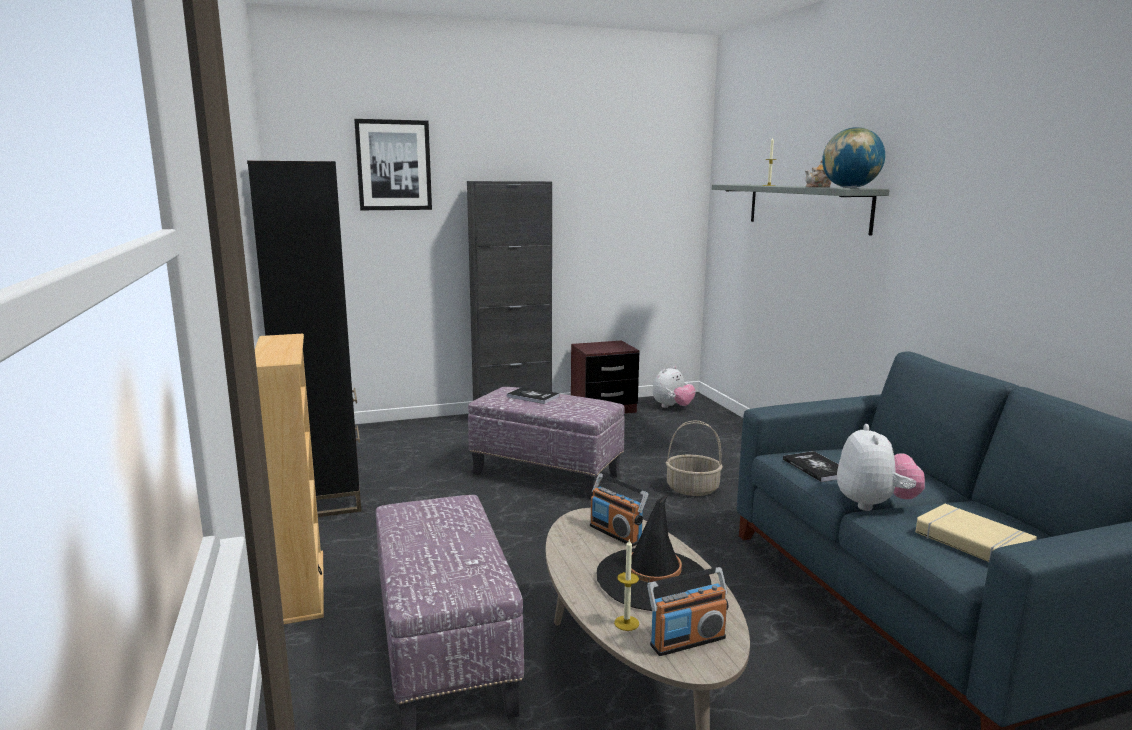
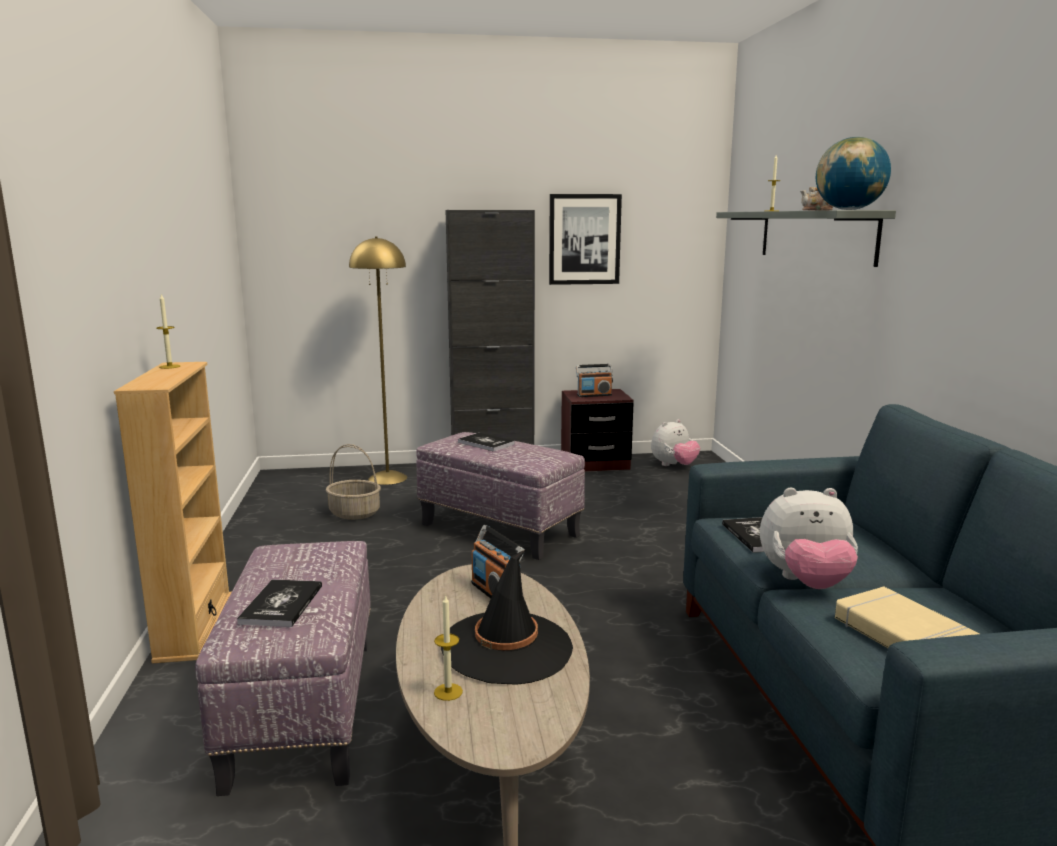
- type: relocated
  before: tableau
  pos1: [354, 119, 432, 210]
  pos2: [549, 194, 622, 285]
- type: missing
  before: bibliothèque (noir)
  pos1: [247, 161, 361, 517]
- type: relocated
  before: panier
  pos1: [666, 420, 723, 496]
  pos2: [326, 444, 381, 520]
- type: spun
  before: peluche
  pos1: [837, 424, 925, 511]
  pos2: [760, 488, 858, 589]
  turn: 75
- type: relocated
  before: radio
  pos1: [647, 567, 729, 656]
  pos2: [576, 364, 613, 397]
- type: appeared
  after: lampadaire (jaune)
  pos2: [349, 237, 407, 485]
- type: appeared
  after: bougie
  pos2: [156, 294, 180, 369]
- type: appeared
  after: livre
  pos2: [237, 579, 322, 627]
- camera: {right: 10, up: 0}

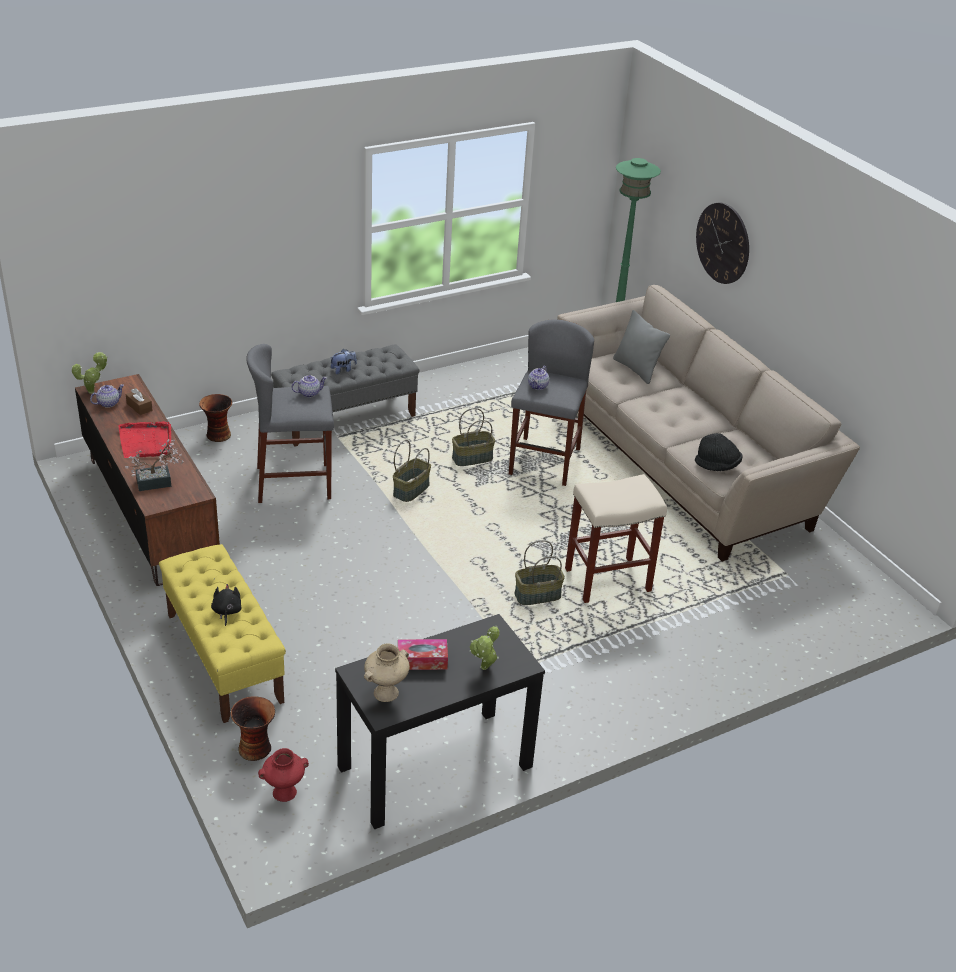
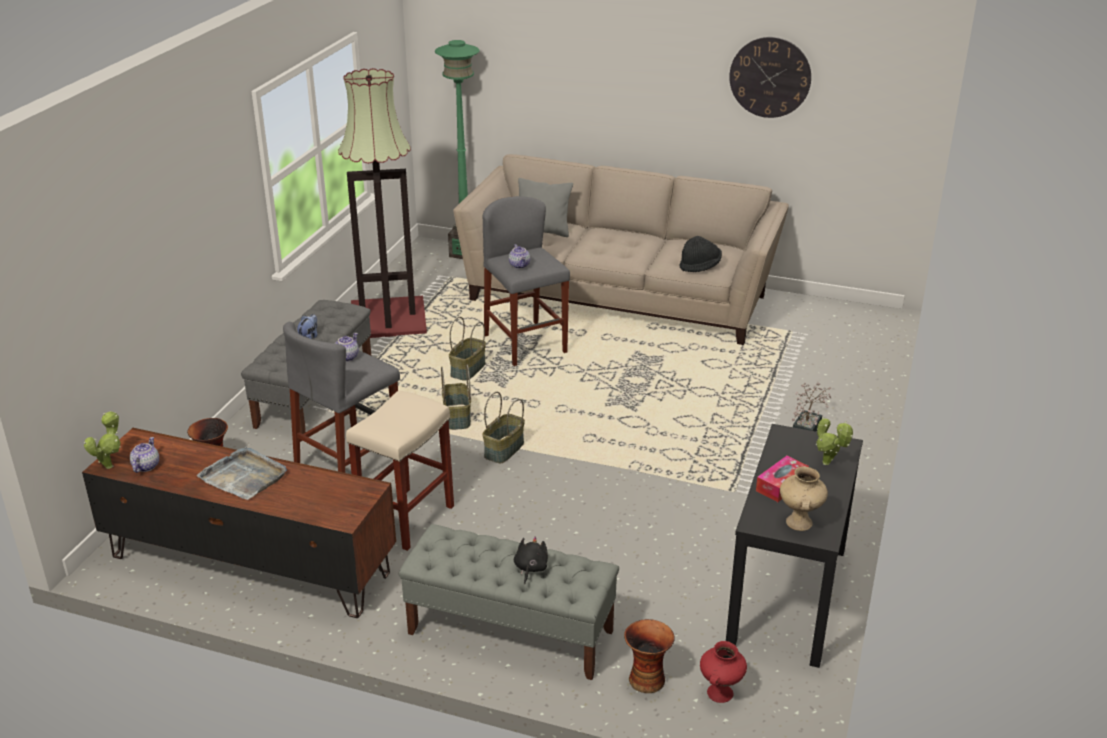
- type: relocated
  before: horloge murale
  pos1: [696, 203, 749, 284]
  pos2: [729, 37, 811, 118]
- type: missing
  before: boîte à mouchoirs (marron)
  pos1: [126, 388, 153, 415]
- type: colour
  before: plateau (rouge)
  after: plateau (gris)
  pos1: [118, 421, 171, 458]
  pos2: [197, 446, 287, 500]
- type: relocated
  before: plante en pot
  pos1: [125, 439, 184, 491]
  pos2: [792, 383, 832, 432]
- type: relocated
  before: tabouret (beige)
  pos1: [565, 474, 667, 603]
  pos2: [346, 390, 454, 551]
- type: relocated
  before: panier
  pos1: [514, 540, 565, 605]
  pos2: [482, 392, 525, 464]
- type: colour
  before: banc (jaune)
  after: banc (gris)
  pos1: [159, 544, 286, 723]
  pos2: [399, 524, 619, 680]
- type: spun
  before: peluche (noir)
  pos1: [211, 584, 242, 626]
  pos2: [514, 536, 548, 584]
  turn: 60
- type: appeared
  after: lampadaire
  pos2: [338, 68, 427, 338]
- camera: {right: -40, up: -5}

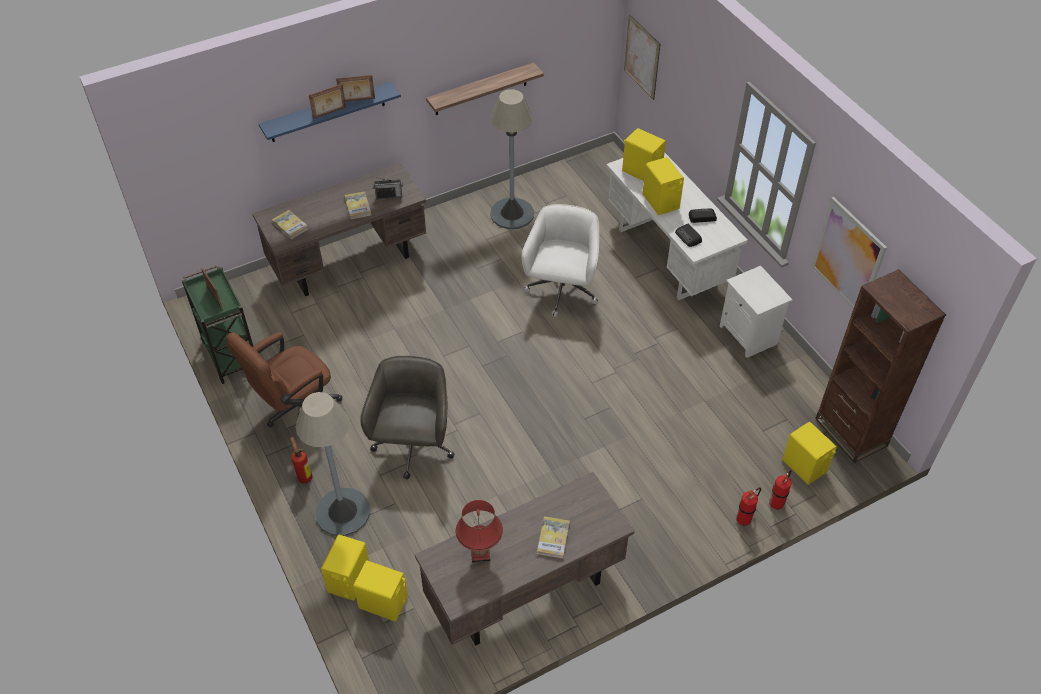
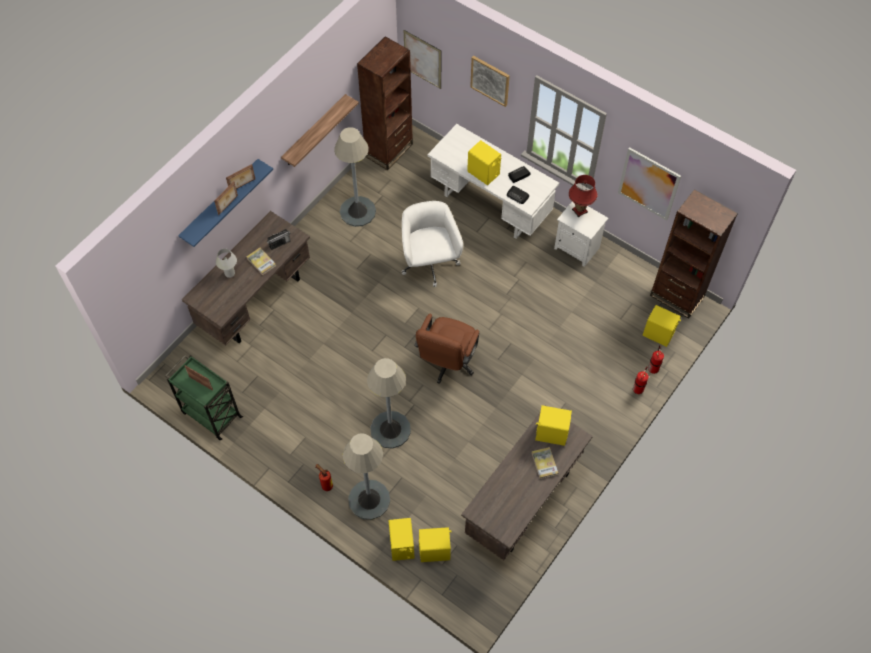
- type: relocated
  before: enceinte (jaune)
  pos1: [622, 128, 666, 181]
  pos2: [535, 405, 572, 446]
- type: missing
  before: livre
  pos1: [272, 210, 308, 239]
- type: relocated
  before: chaise de bureau (marron)
  pos1: [226, 332, 342, 428]
  pos2: [414, 313, 480, 384]
- type: exchanged
  before: chaise de bureau (gris)
  after: lampadaire (gris)
  pos1: [360, 356, 454, 479]
  pos2: [367, 358, 411, 449]
- type: relocated
  before: lampe de table (rouge)
  pos1: [456, 500, 503, 563]
  pos2: [569, 175, 597, 217]
- type: appeared
  after: bibliothèque (marron)
  pos2: [357, 36, 413, 170]
- type: appeared
  after: tableau
  pos2: [470, 56, 510, 107]
- type: appeared
  after: lampe de table (blanc)
  pos2: [216, 248, 237, 278]
- camera: {right: -25, up: 10}

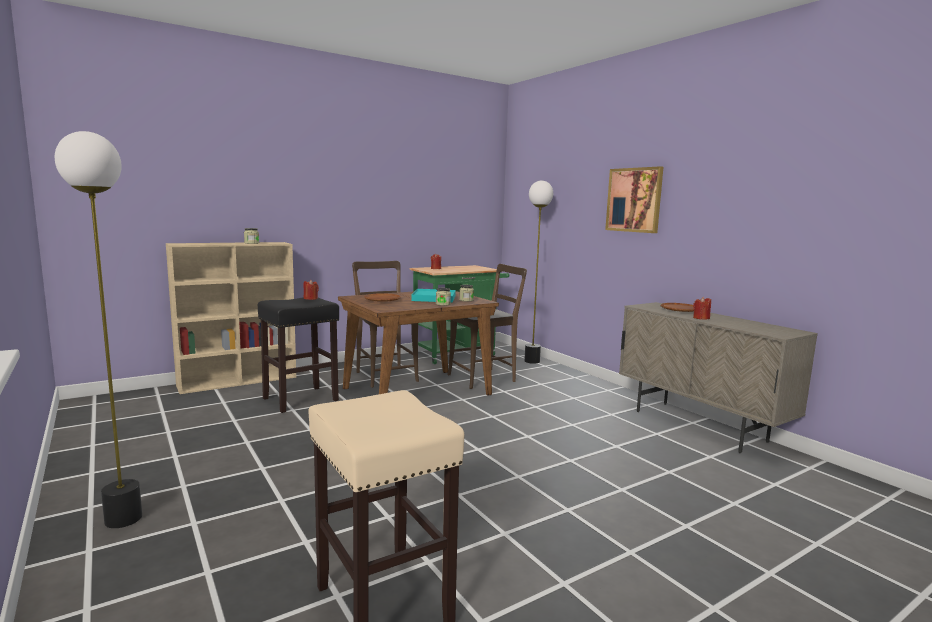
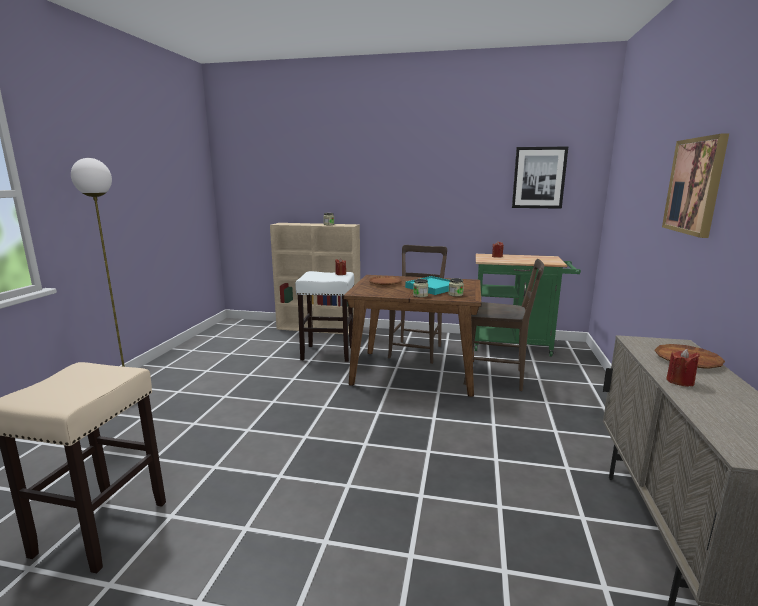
- type: missing
  before: lampadaire
  pos1: [524, 180, 553, 364]
- type: colour
  before: tabouret (noir)
  after: tabouret (blanc)
  pos1: [258, 297, 339, 413]
  pos2: [295, 271, 354, 362]
- type: appeared
  after: tableau
  pos2: [512, 146, 568, 209]
- camera: {right: 45, up: 5}

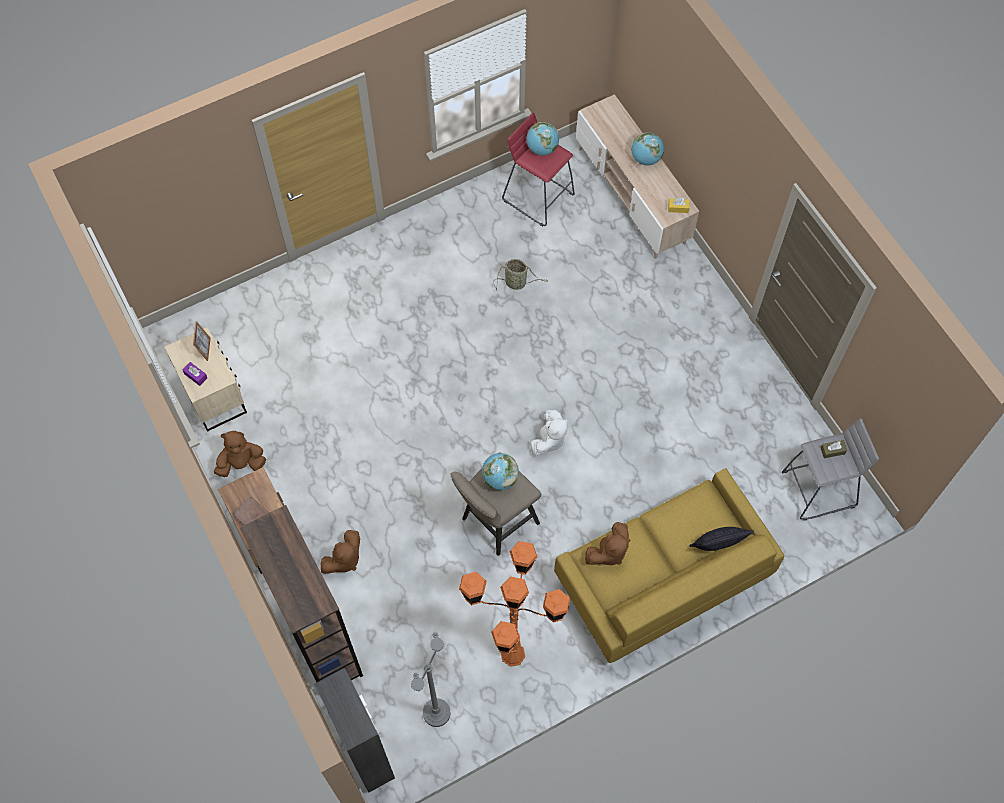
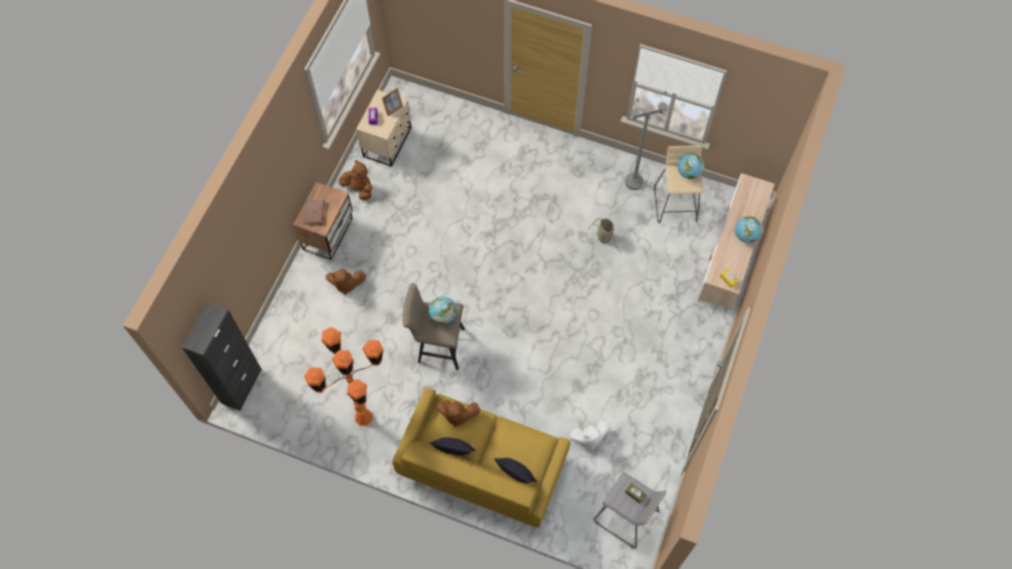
- type: colour
  before: tabouret (rouge)
  after: tabouret (beige)
  pos1: [502, 113, 575, 226]
  pos2: [654, 145, 703, 223]
- type: relocated
  before: peluche (blanc)
  pos1: [530, 410, 568, 456]
  pos2: [569, 420, 610, 450]
- type: missing
  before: bibliothèque (marron)
  pos1: [240, 505, 363, 683]
- type: relocated
  before: lampadaire (gris)
  pos1: [411, 632, 451, 727]
  pos2: [625, 91, 667, 190]
- type: appeared
  after: coussin
  pos2: [430, 437, 476, 455]
- camera: {right: 50, up: 0}

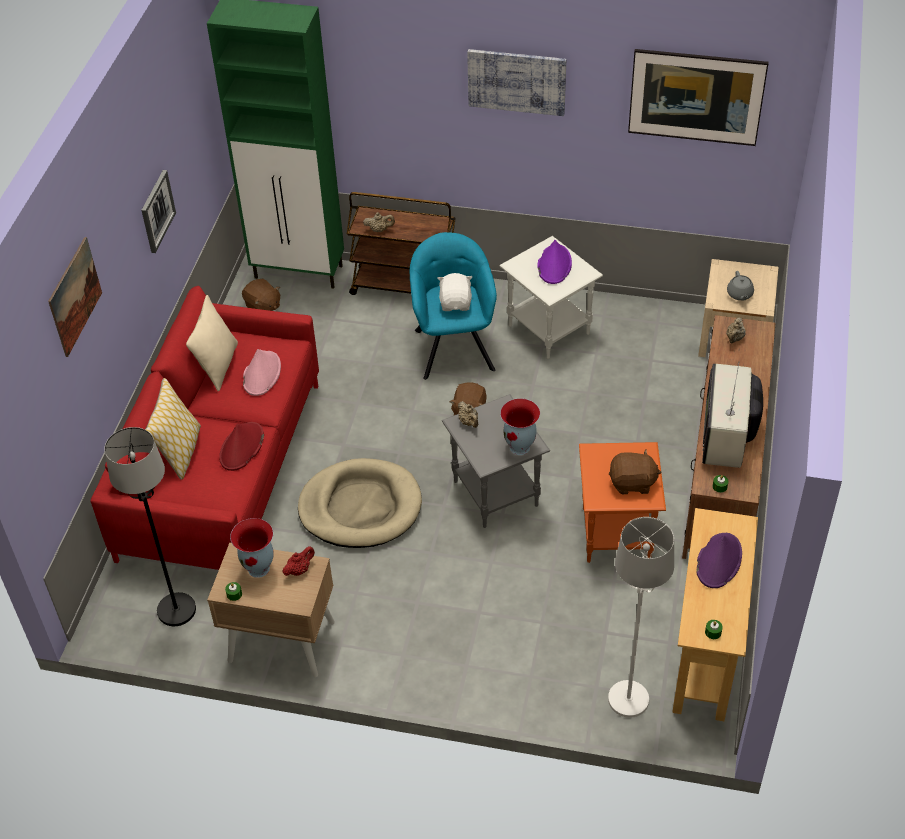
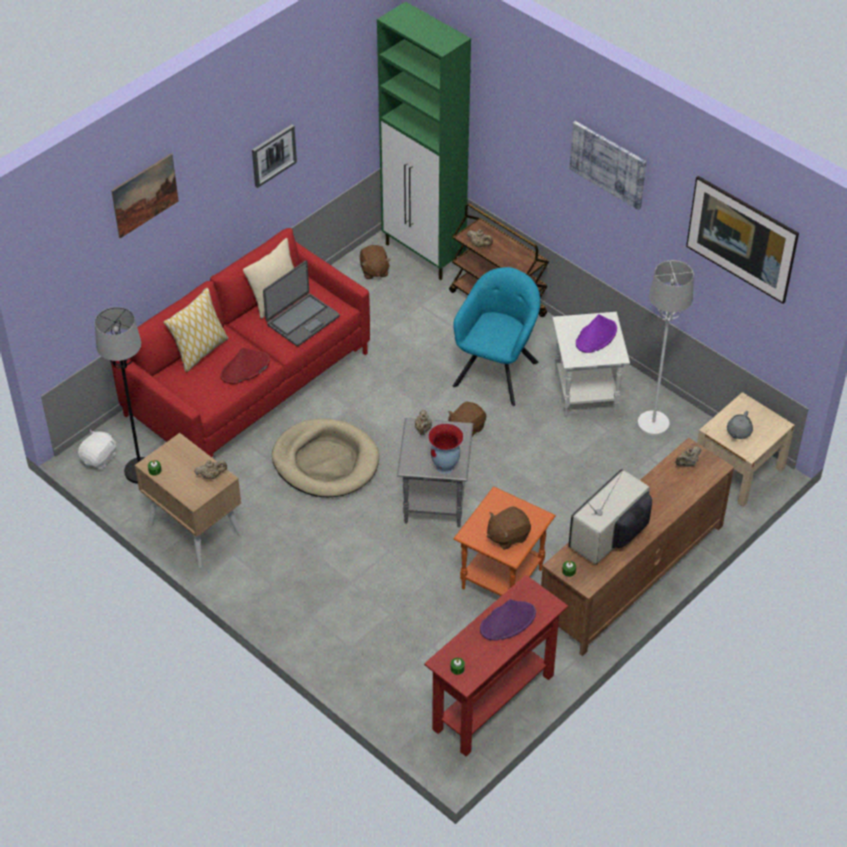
- type: relocated
  before: peluche (blanc)
  pos1: [437, 273, 472, 311]
  pos2: [78, 430, 116, 470]
- type: exchanged
  before: chapeau (rose)
  after: ordinateur portable
  pos1: [243, 349, 281, 396]
  pos2: [263, 260, 340, 346]
- type: spun
  before: peluche (marron)
  pos1: [609, 449, 661, 494]
  pos2: [487, 506, 531, 550]
  turn: 120
- type: colour
  before: table console (beige)
  after: table console (rouge)
  pos1: [672, 508, 758, 721]
  pos2: [424, 575, 568, 756]
- type: relocated
  before: lampadaire (blanc)
  pos1: [608, 517, 674, 718]
  pos2: [638, 260, 694, 436]
- type: missing
  before: vase
  pos1: [230, 518, 274, 578]
- type: colour
  before: théière (rouge)
  after: théière (beige)
  pos1: [283, 546, 315, 576]
  pos2: [194, 460, 227, 479]
- camera: {right: 30, up: 0}

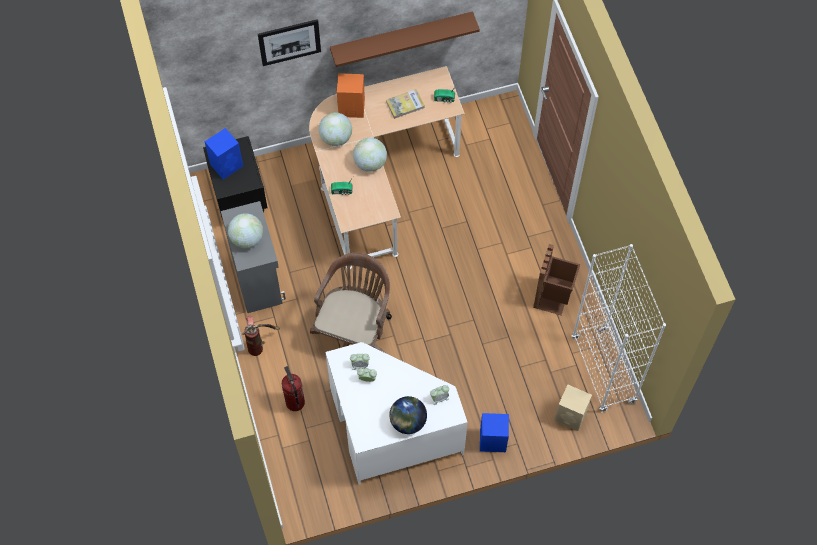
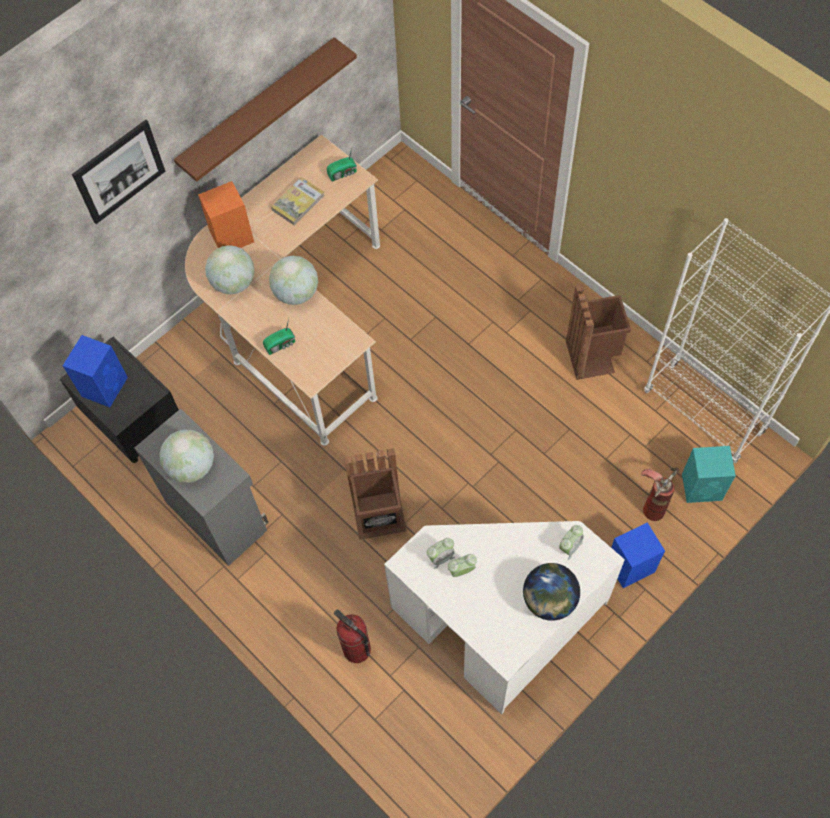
- type: exchanged
  before: chaise de bureau (marron)
  after: poubelle (marron)
  pos1: [310, 253, 392, 354]
  pos2: [344, 448, 406, 540]
- type: relocated
  before: extincteur
  pos1: [243, 316, 280, 356]
  pos2: [641, 467, 679, 521]
- type: colour
  before: enceinte (beige)
  after: enceinte (turquoise)
  pos1: [554, 385, 592, 431]
  pos2: [682, 446, 736, 503]
- camera: {right: -25, up: 0}

